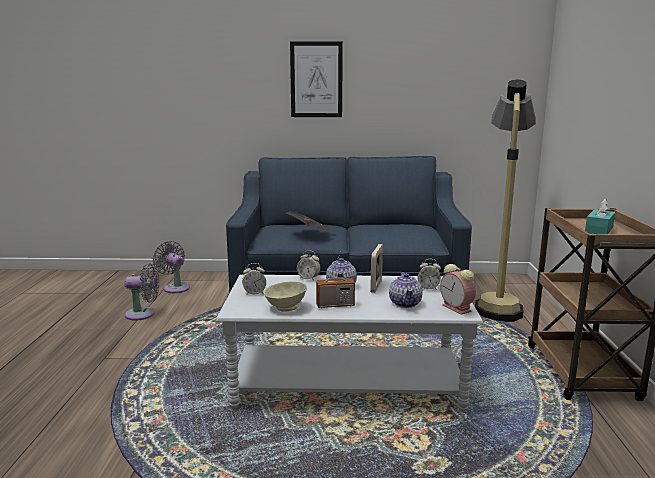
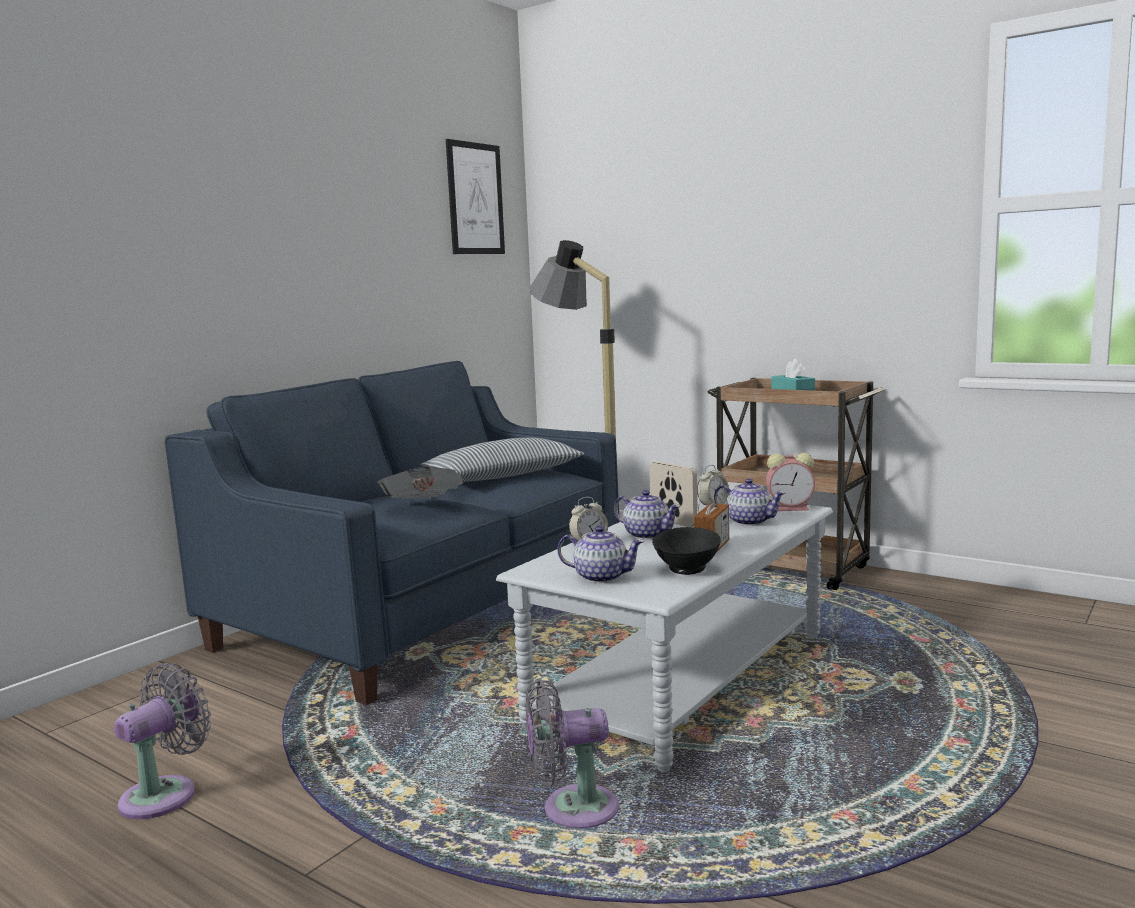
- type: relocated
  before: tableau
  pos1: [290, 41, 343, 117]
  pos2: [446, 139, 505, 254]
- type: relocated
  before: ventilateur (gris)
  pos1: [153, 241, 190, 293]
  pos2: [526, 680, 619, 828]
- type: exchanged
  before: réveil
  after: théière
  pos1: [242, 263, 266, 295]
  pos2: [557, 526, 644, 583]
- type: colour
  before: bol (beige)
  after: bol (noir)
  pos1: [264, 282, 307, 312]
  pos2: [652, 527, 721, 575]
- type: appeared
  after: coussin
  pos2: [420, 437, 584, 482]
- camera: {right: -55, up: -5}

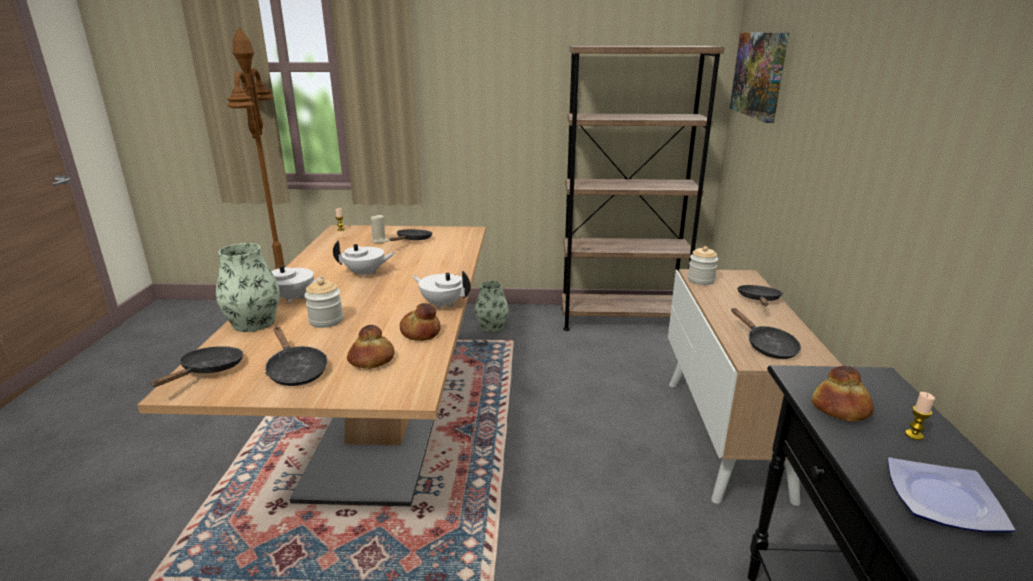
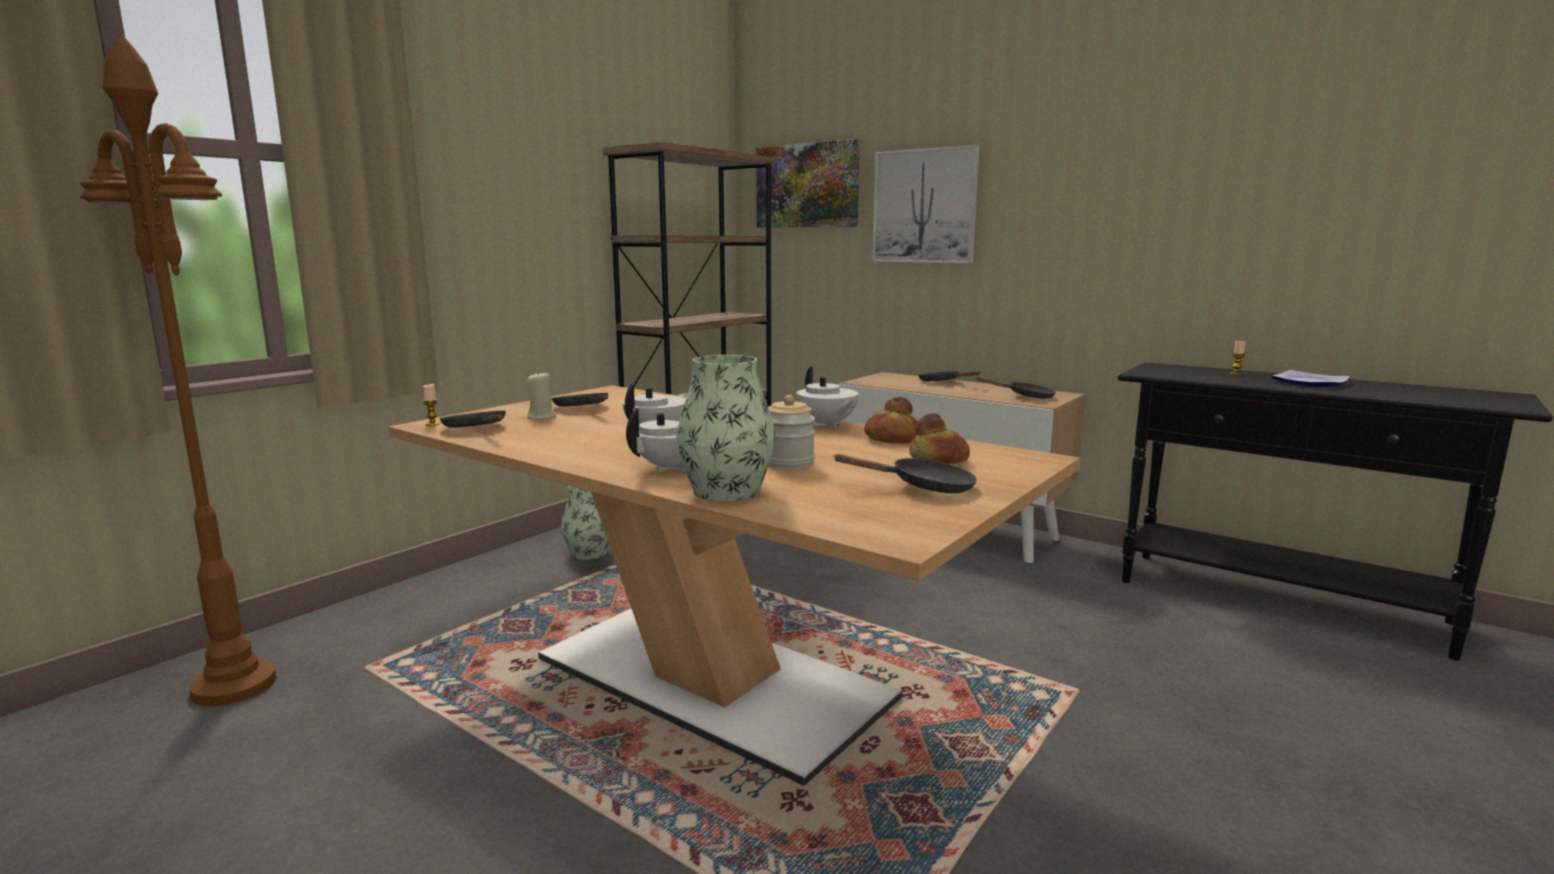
- type: missing
  before: bocal
  pos1: [688, 246, 718, 285]
- type: spun
  before: théière (blanc)
  pos1: [412, 271, 471, 309]
  pos2: [796, 366, 859, 428]
  turn: -90
- type: relocated
  before: poêle (noir)
  pos1: [150, 346, 243, 387]
  pos2: [439, 410, 506, 428]
- type: missing
  before: pain
  pos1: [812, 366, 874, 422]
- type: appeared
  after: tableau
  pos2: [872, 145, 980, 263]
- camera: {right: -55, up: -10}

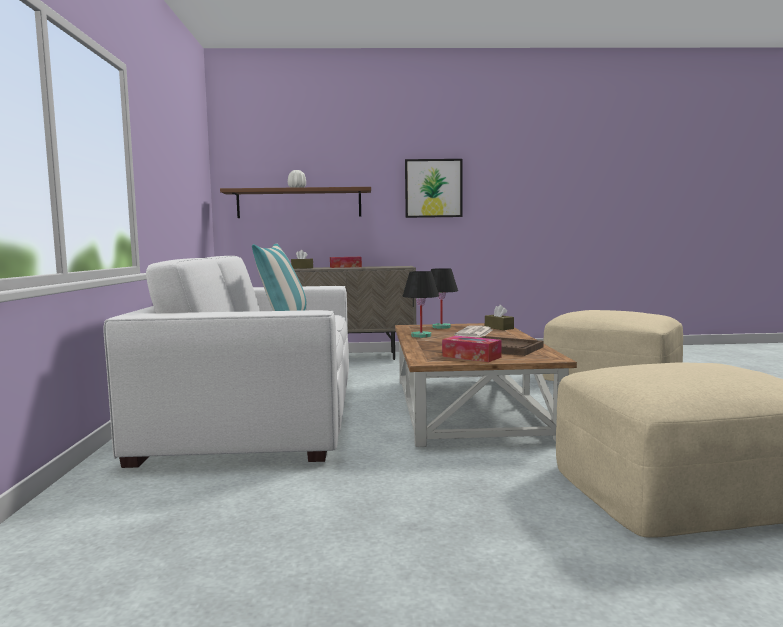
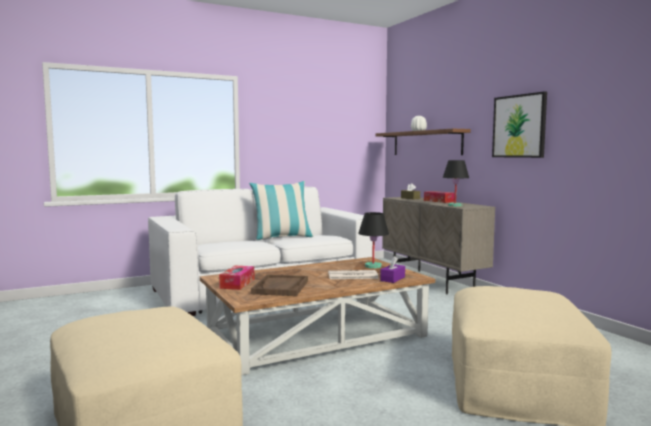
- type: relocated
  before: lampe de table (noir)
  pos1: [402, 271, 439, 338]
  pos2: [443, 160, 469, 207]
- type: colour
  before: boîte à mouchoirs (marron)
  after: boîte à mouchoirs (violet)
  pos1: [485, 305, 514, 330]
  pos2: [380, 256, 405, 283]
- camera: {right: 65, up: 0}

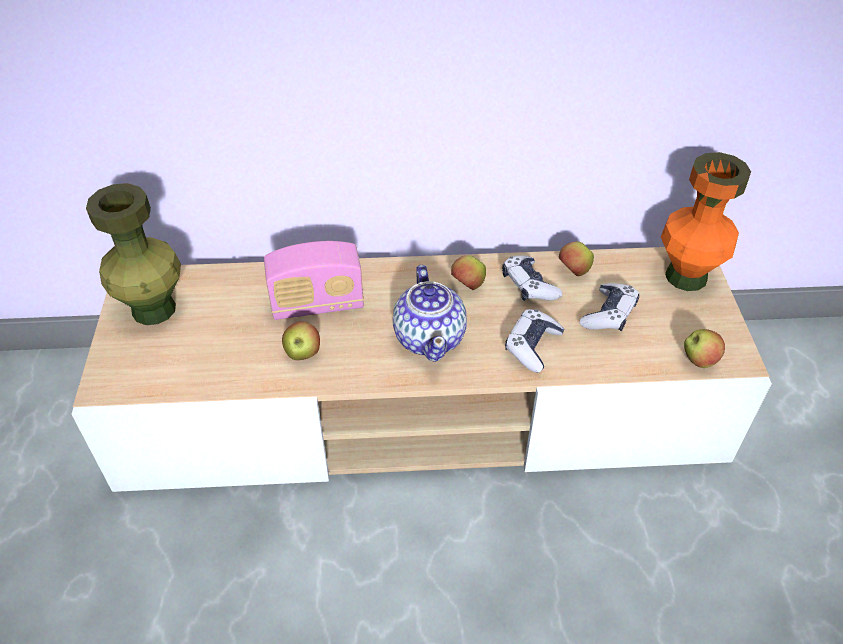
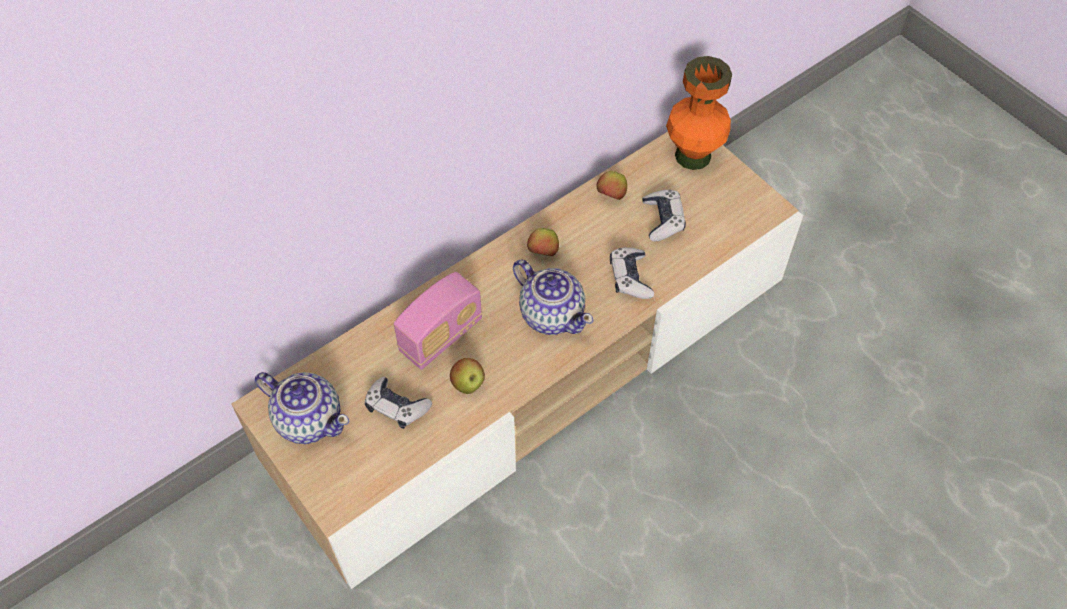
- type: exchanged
  before: vase (vert)
  after: théière
  pos1: [86, 183, 181, 325]
  pos2: [255, 372, 349, 444]
- type: relocated
  before: manette
  pos1: [502, 255, 562, 301]
  pos2: [365, 377, 432, 429]
- type: missing
  before: pomme
  pos1: [684, 329, 725, 368]
- camera: {right: -35, up: 10}

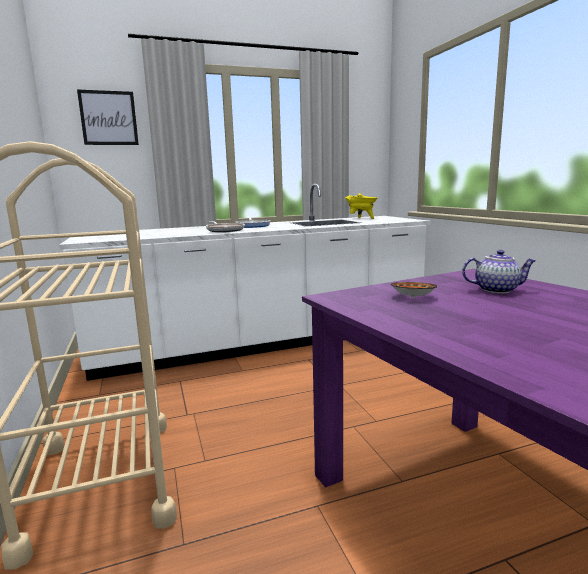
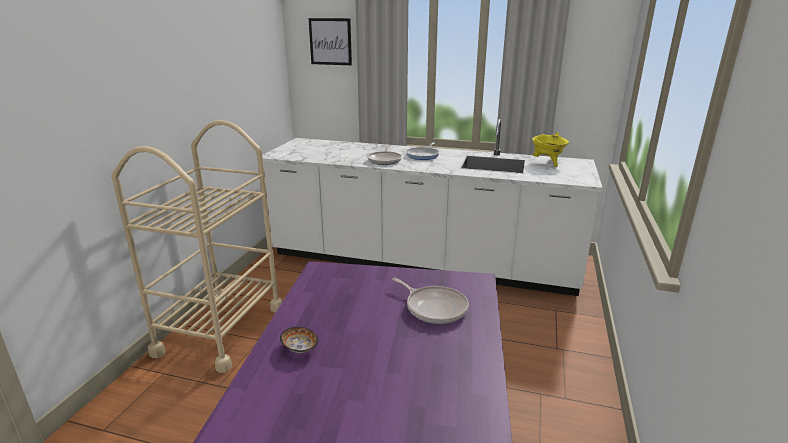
- type: exchanged
  before: théière
  after: poêle
  pos1: [462, 250, 536, 294]
  pos2: [392, 277, 469, 324]
- type: relocated
  before: bol
  pos1: [391, 282, 438, 298]
  pos2: [280, 327, 318, 353]
- camera: {right: 35, up: 10}

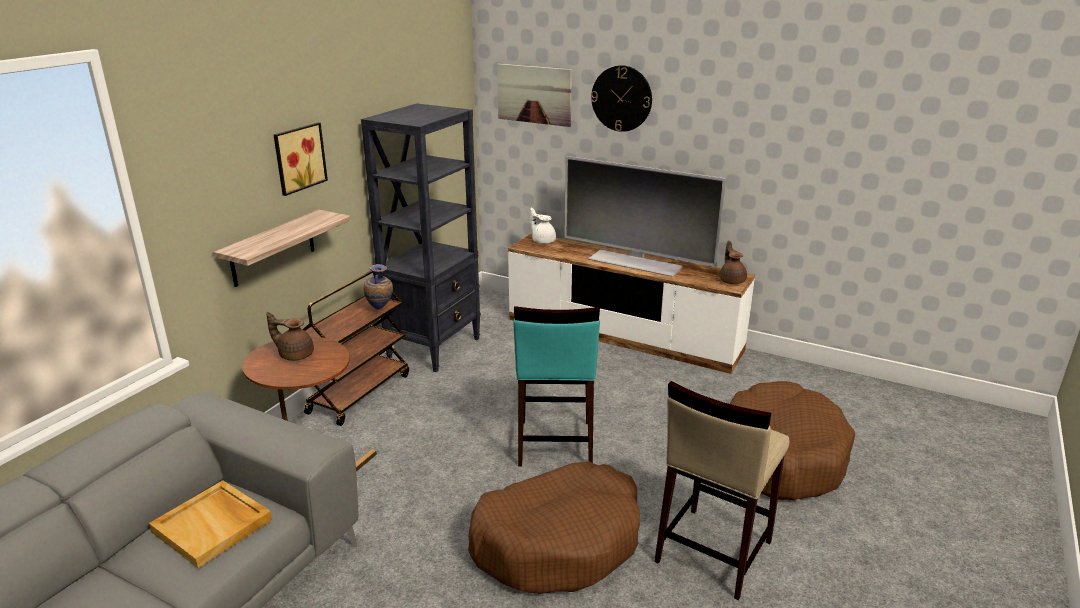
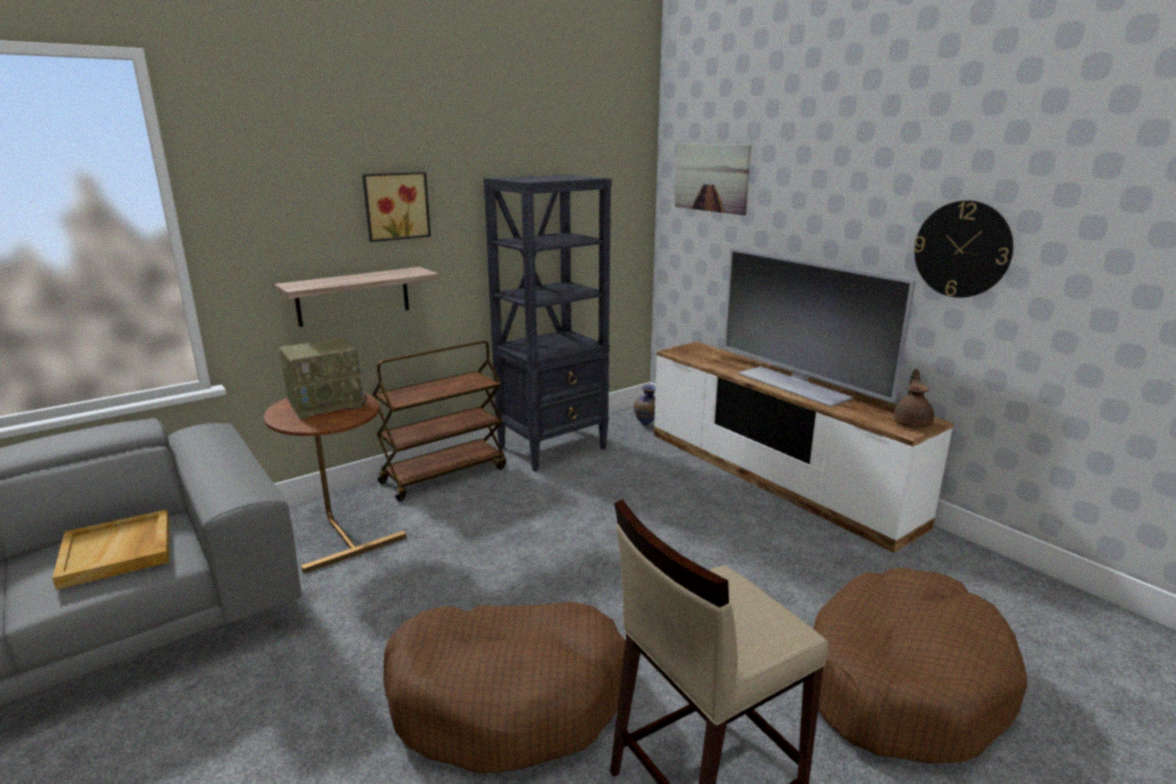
- type: relocated
  before: horloge murale
  pos1: [591, 65, 652, 132]
  pos2: [914, 200, 1013, 298]
- type: missing
  before: théière (blanc)
  pos1: [530, 208, 556, 244]
- type: relocated
  before: vase
  pos1: [364, 264, 393, 310]
  pos2: [634, 385, 656, 426]
- type: missing
  before: tabouret (turquoise)
  pos1: [513, 306, 600, 467]
- type: exchanged
  before: théière (marron)
  after: radio
  pos1: [266, 312, 314, 361]
  pos2: [279, 338, 367, 419]
- camera: {right: 25, up: -5}

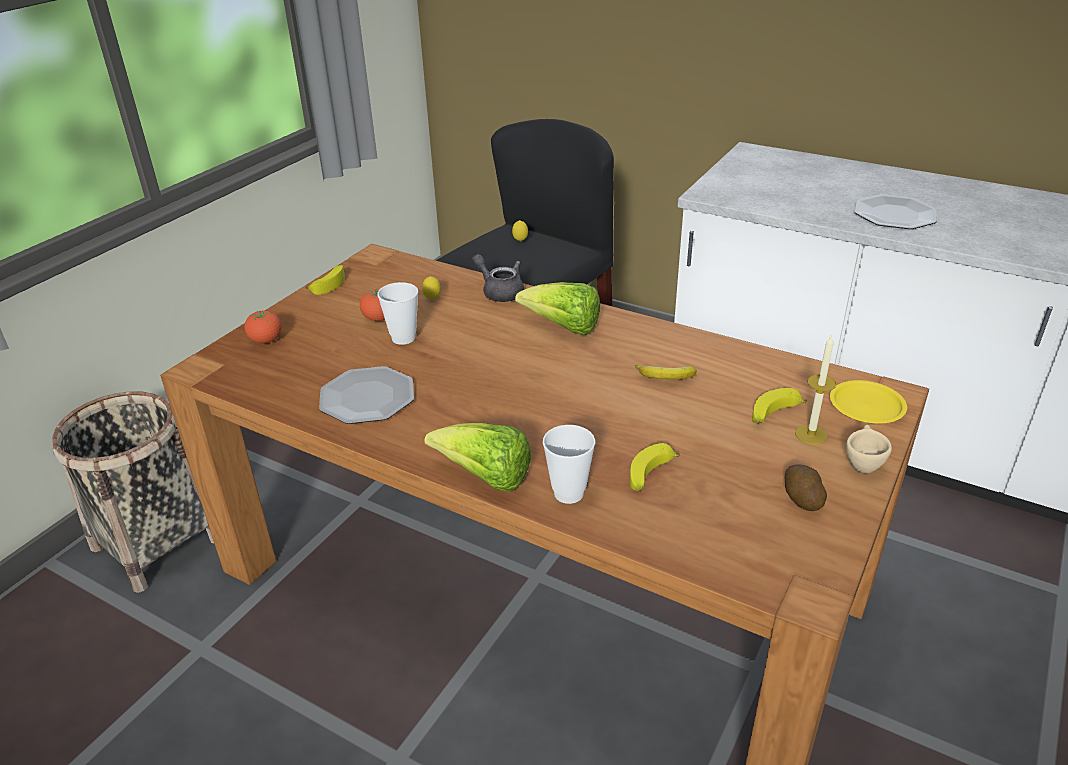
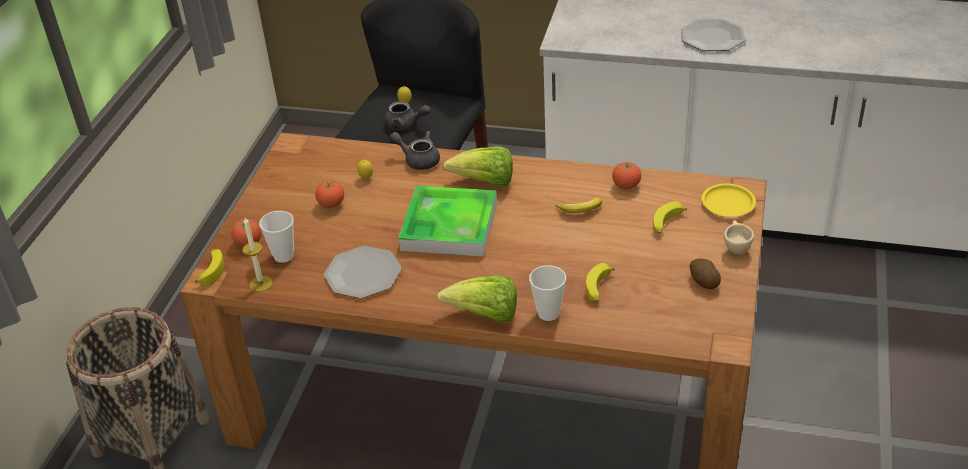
- type: relocated
  before: banane
  pos1: [306, 265, 345, 295]
  pos2: [195, 249, 224, 286]
- type: relocated
  before: tasse
  pos1: [377, 282, 418, 345]
  pos2: [259, 211, 294, 263]
- type: relocated
  before: bougie
  pos1: [795, 334, 836, 445]
  pos2: [242, 217, 272, 292]
- type: appeared
  after: théière (gris)
  pos2: [385, 101, 431, 130]
- type: appeared
  after: tomate
  pos2: [612, 161, 641, 189]
- type: appeared
  after: plateau
  pos2: [399, 186, 497, 257]
- camera: {right: -15, up: 5}

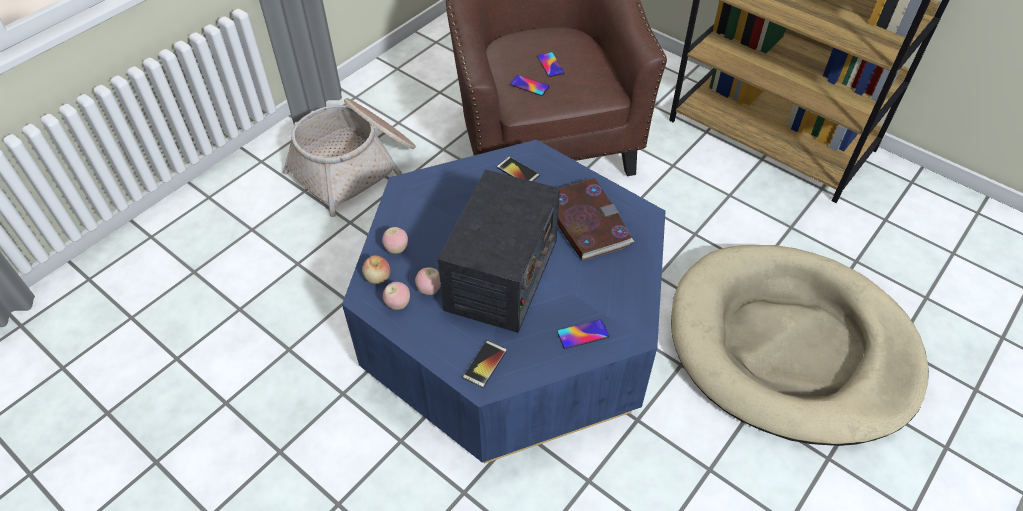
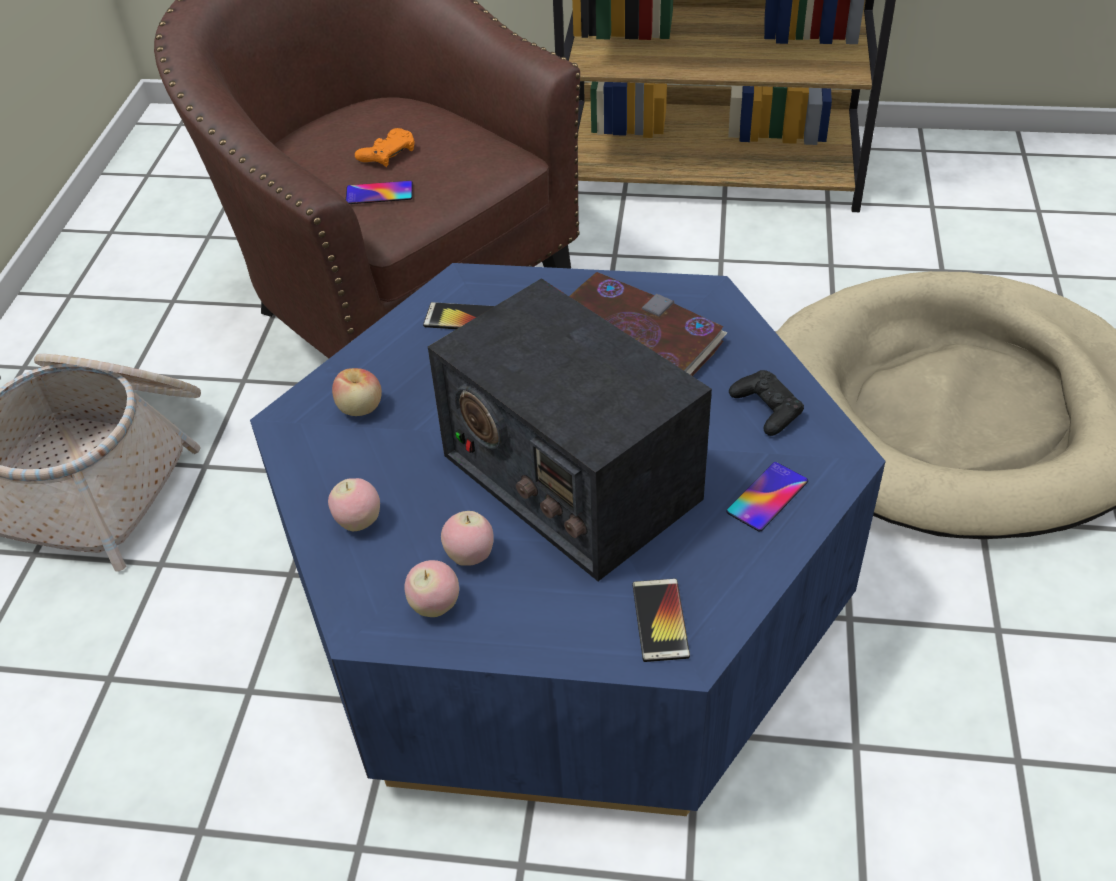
- type: exchanged
  before: téléphone
  after: manette (orange)
  pos1: [537, 52, 564, 77]
  pos2: [355, 128, 415, 167]
- type: spun
  before: radio
  pos1: [438, 169, 560, 333]
  pos2: [428, 278, 712, 581]
  turn: 150
- type: relocated
  before: pomme
  pos1: [362, 255, 390, 284]
  pos2: [332, 368, 382, 416]
- type: appeared
  after: manette (noir)
  pos2: [729, 370, 804, 436]
- camera: {right: -30, up: -5}

